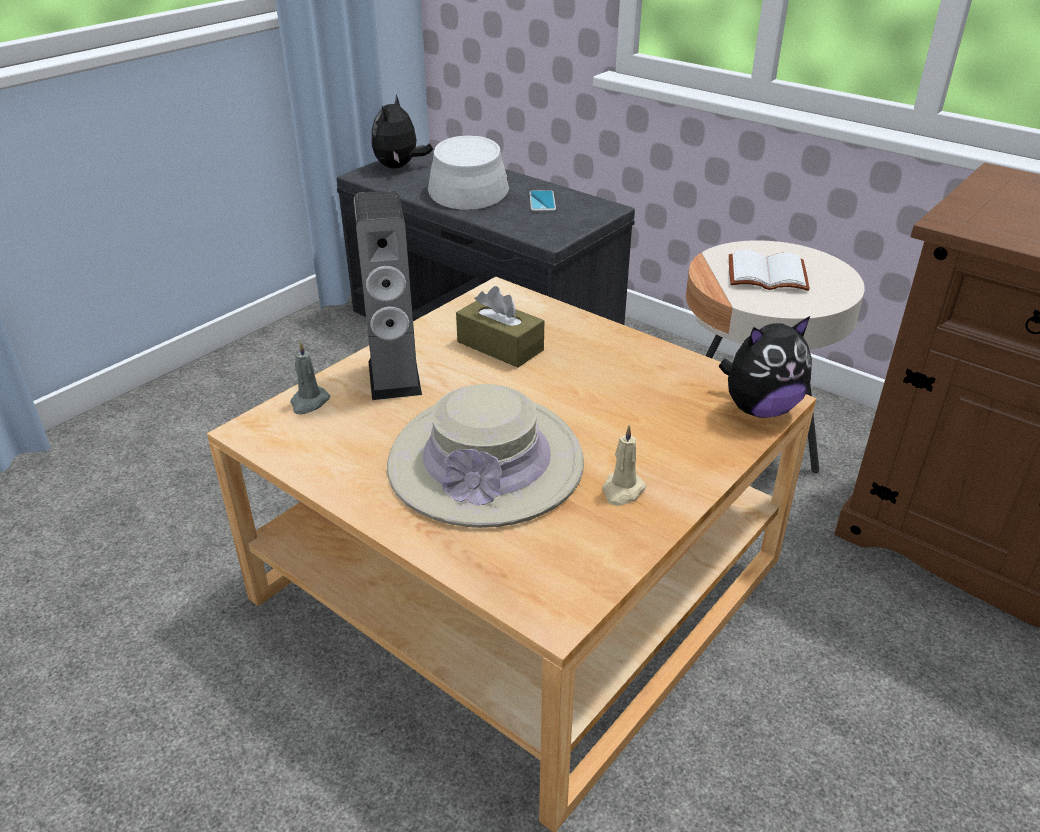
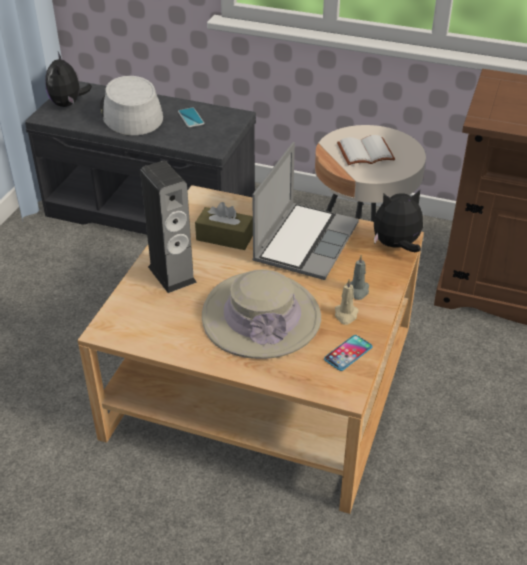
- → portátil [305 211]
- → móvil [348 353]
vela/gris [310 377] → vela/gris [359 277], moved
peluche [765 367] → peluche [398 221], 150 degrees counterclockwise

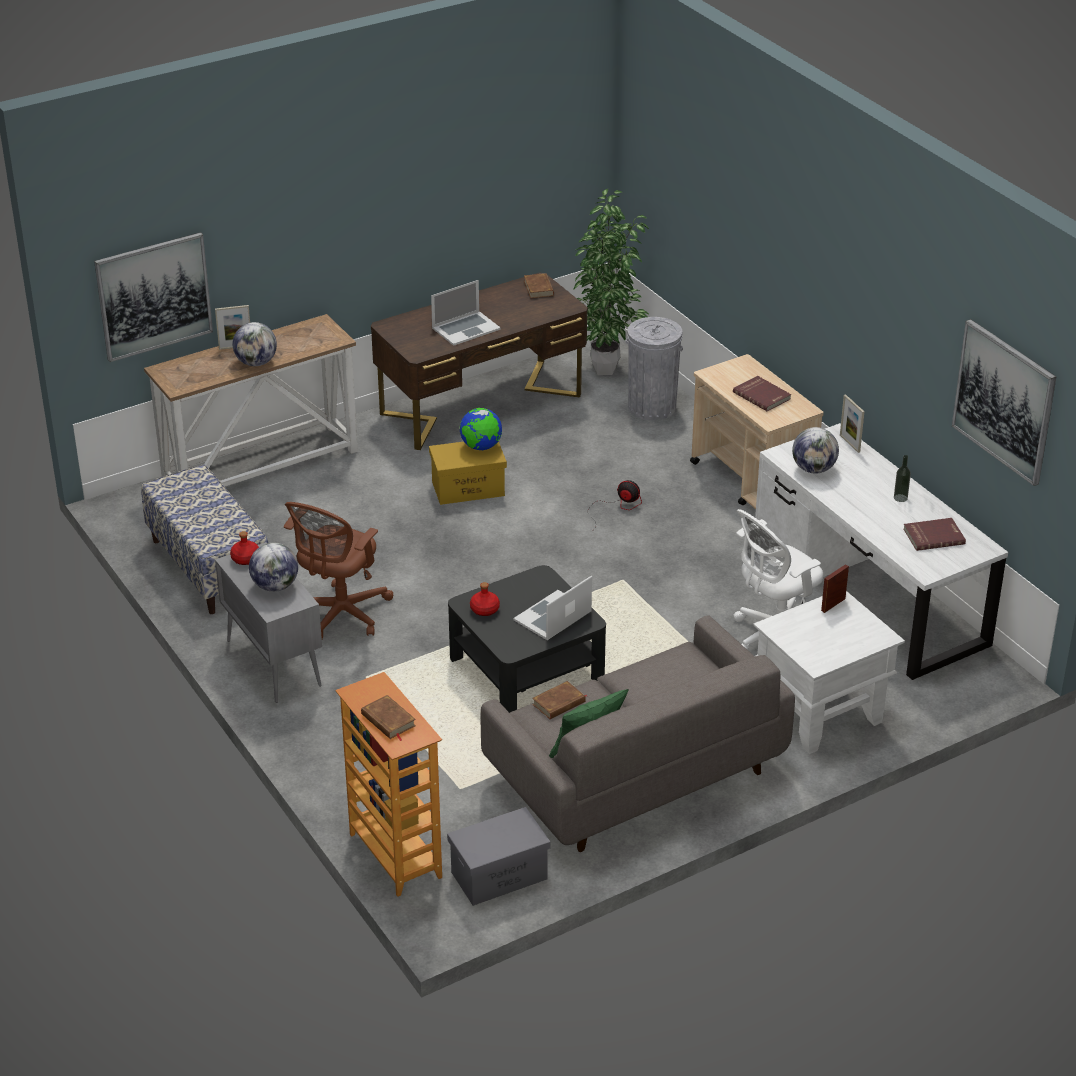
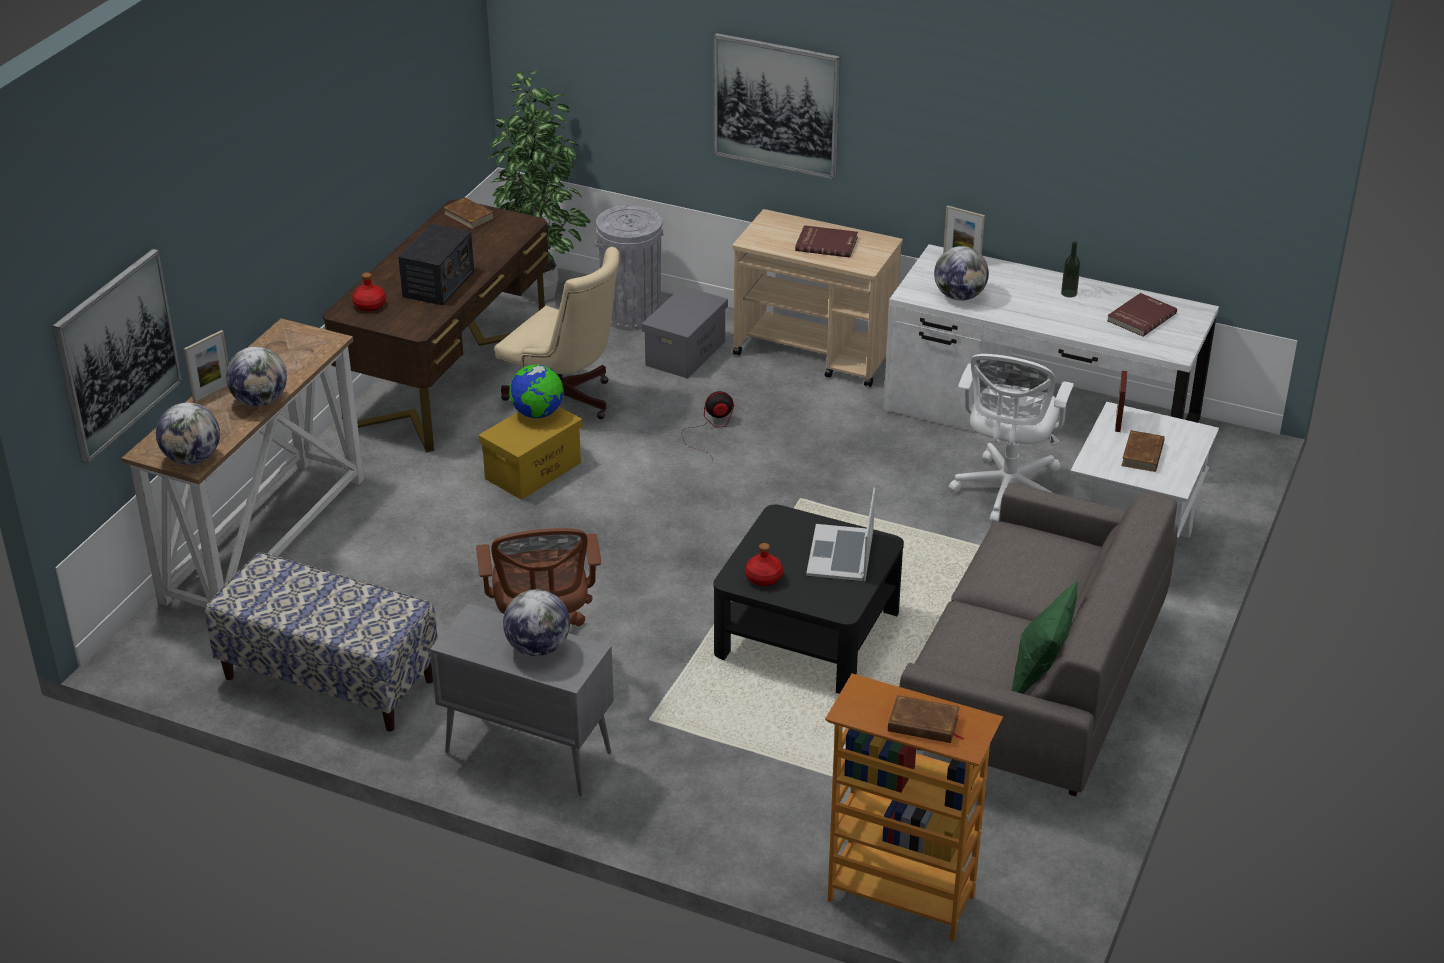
- → globo terráqueo [188 434]
- → silla de oficina/beis [557 333]
botella/rojo [244 548] → botella/rojo [369 291], moved
caja de almacenaje/gris [498 856] → caja de almacenaje/gris [685 332], moved
libro/marrón [559 700] → libro/marrón [1143 451], moved
cuadro [1004 402] → cuadro [777 106], moved
portátil [466 313] → radio [436 264]

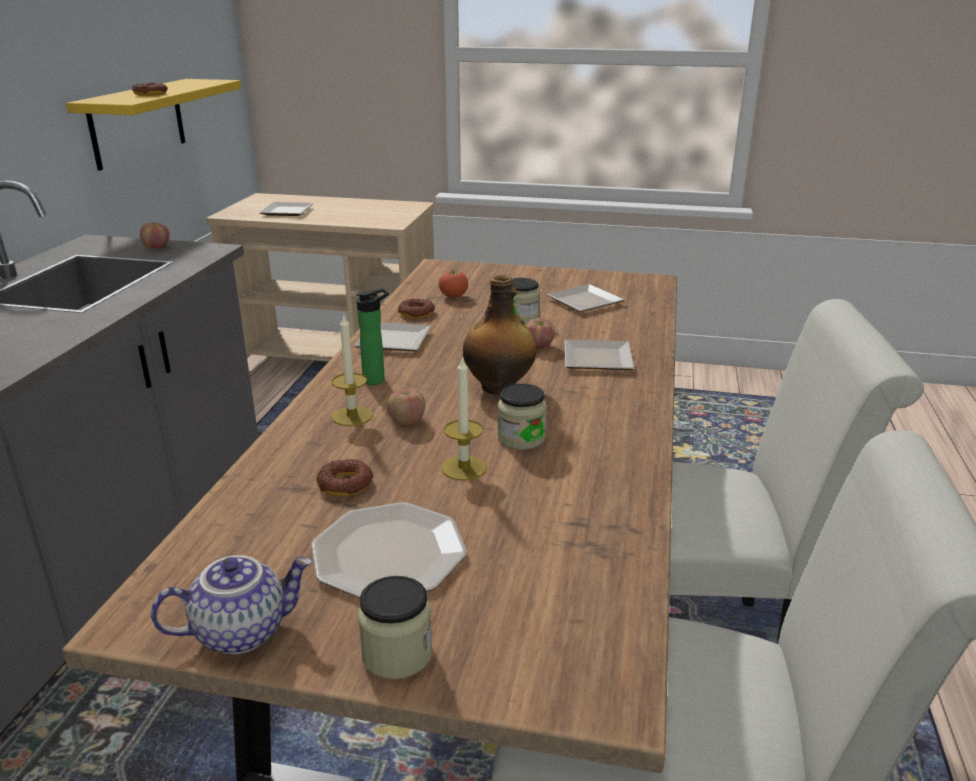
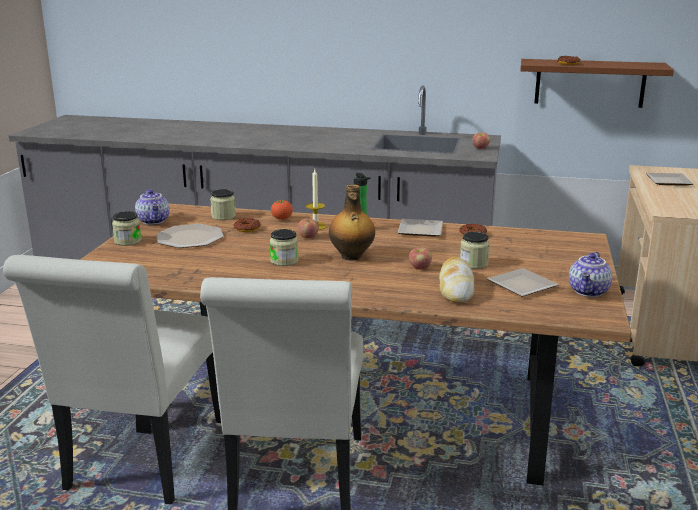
vela [464 418] → -
plato [599 355] → -
- → tarro [223 204]
- → pan [456 280]
- → tetera [590 274]
tomate [453 283] → tomate [282 209], moved
estante/amarillo [153 125] → estante/marrón [597 83]

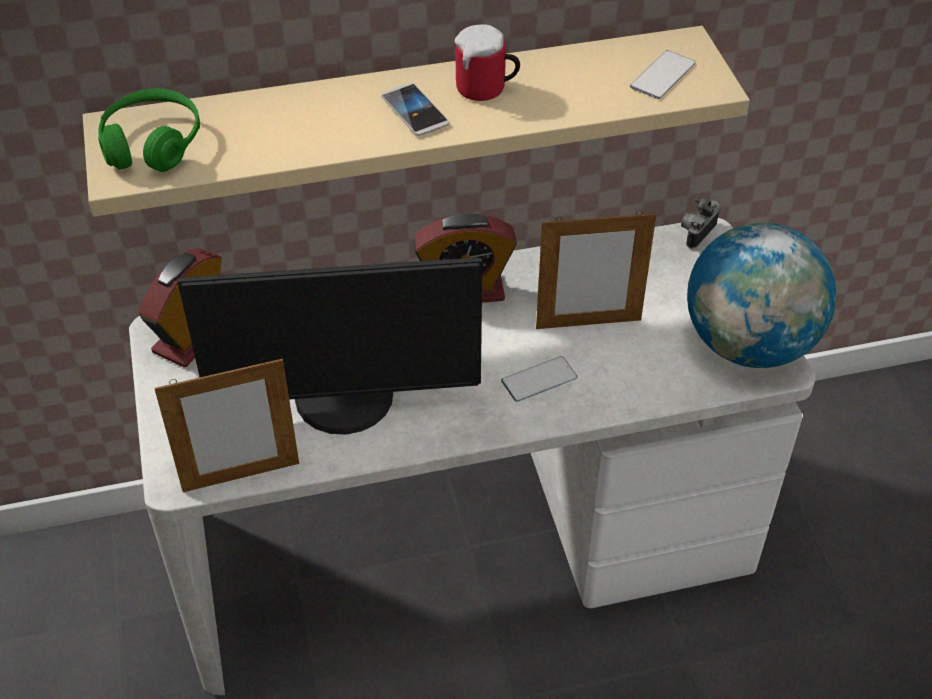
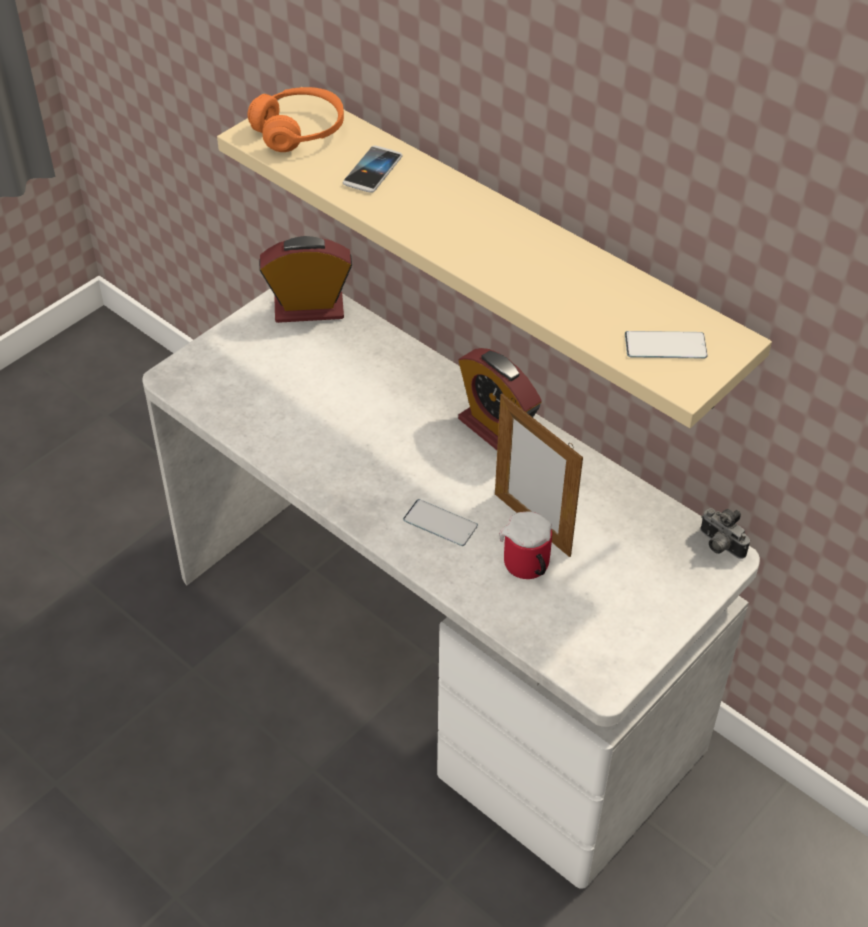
portarretratos [226 425] → -
monitor [330 346] → -
globo terráqueo [761 295] → -
móvil [415 109] → móvil [372 169], moved
taza grande [487 63] → taza grande [525 545], moved
auriculares/verde [149 130] → auriculares/naranja [296 119]
cámara [700 223] → cámara [725 533], 135 degrees counterclockwise

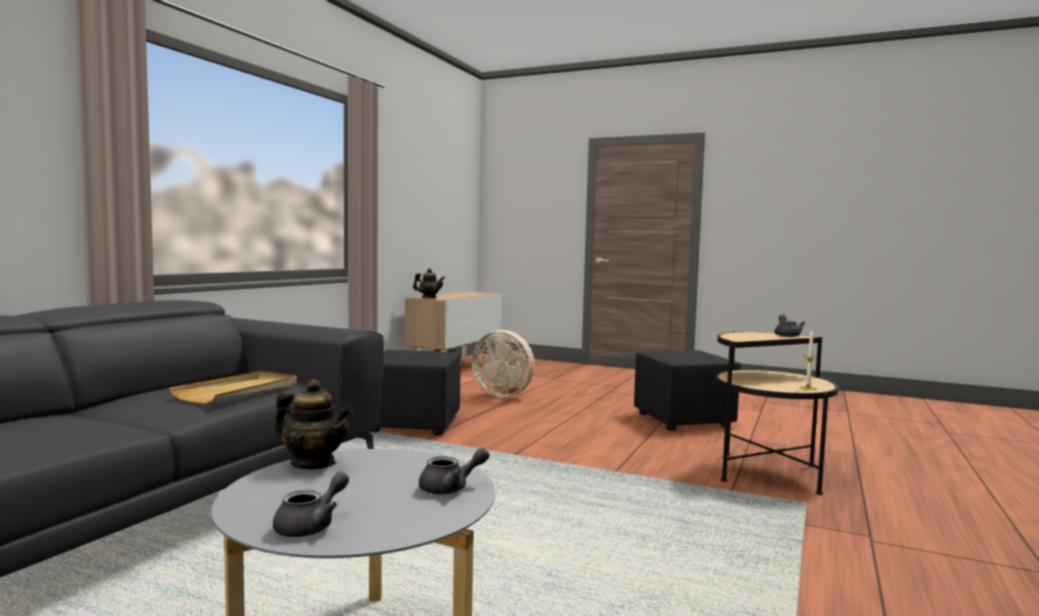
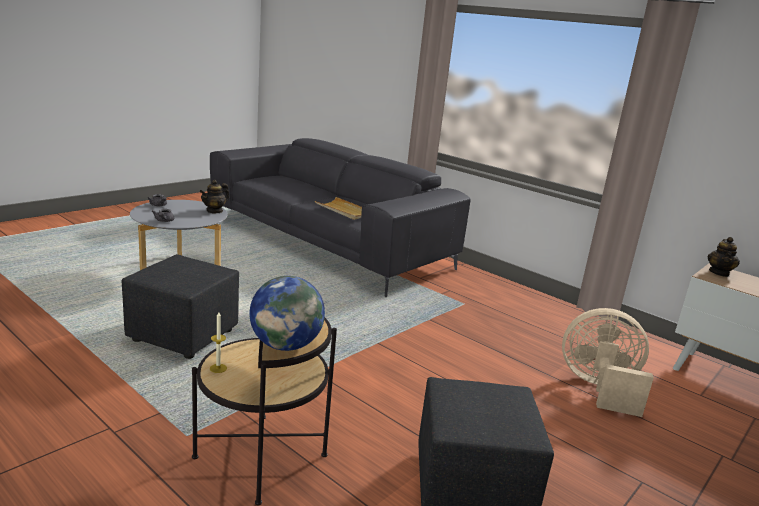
puf/negro [416 392] → puf/negro [180 306], moved
tetera/gris [789 326] → globo terráqueo [287 313]
ventilador/beis [503 363] → ventilador/beis [608 362], 60 degrees clockwise

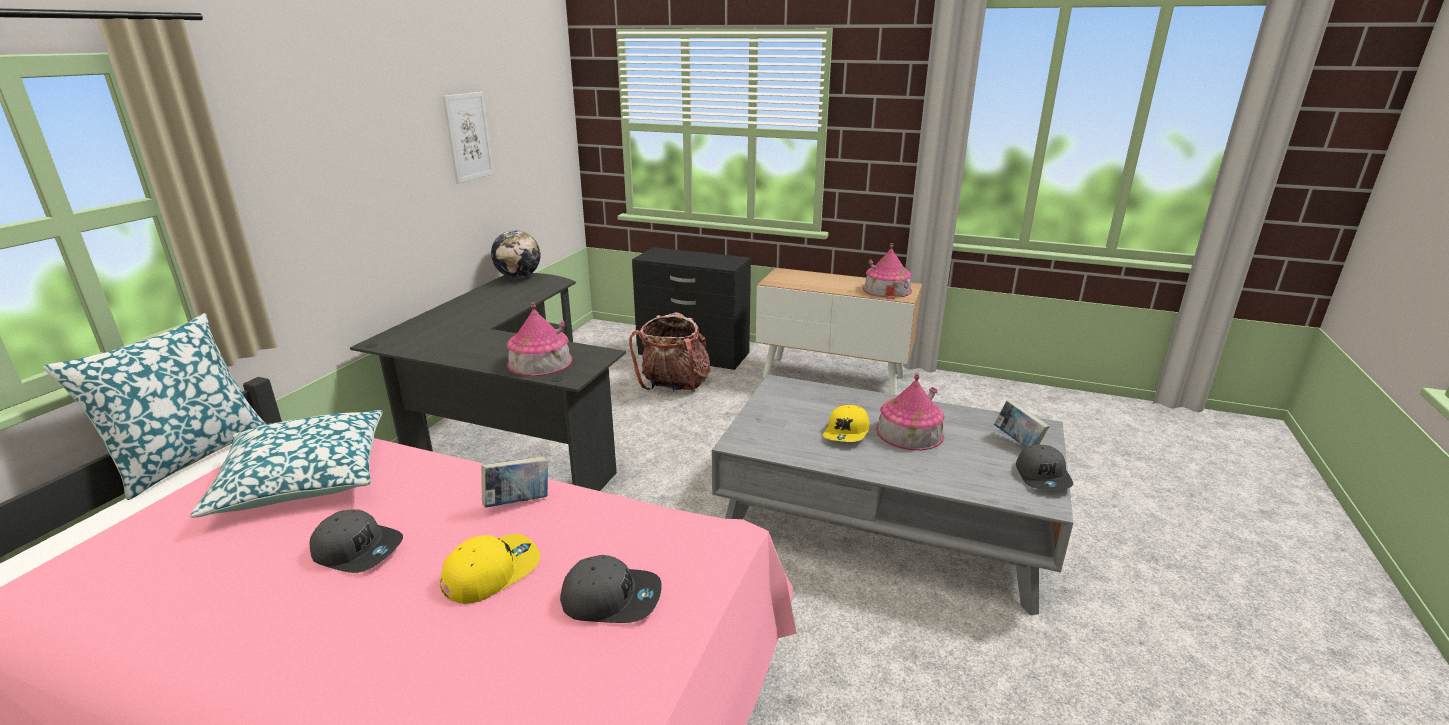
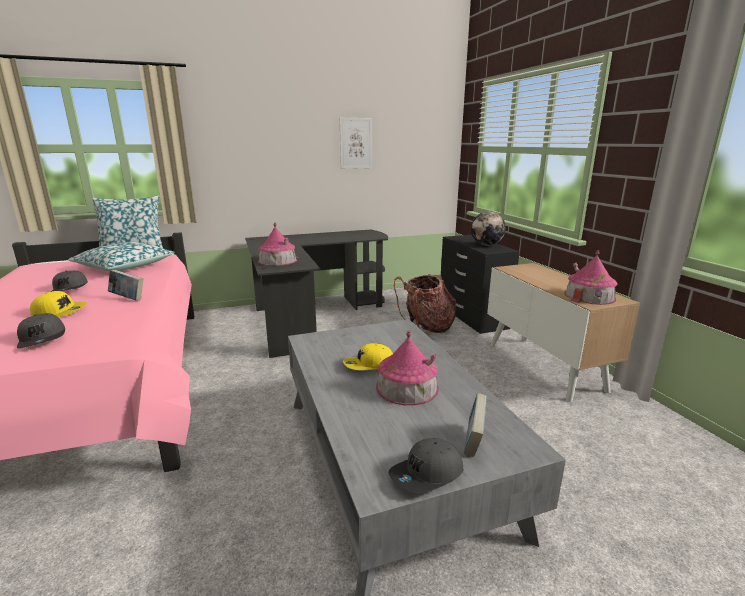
globo terráqueo [515 254] → globo terráqueo [488 228], moved

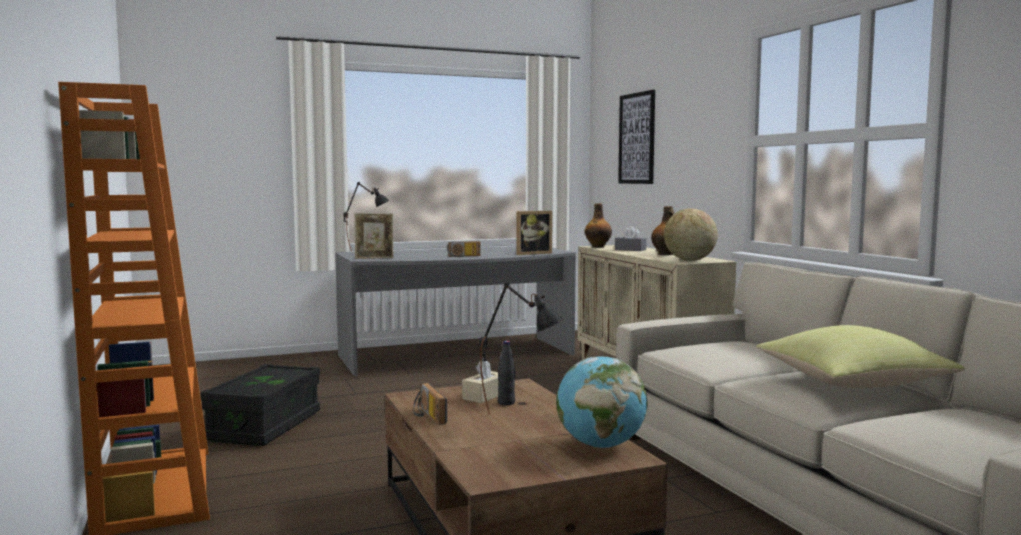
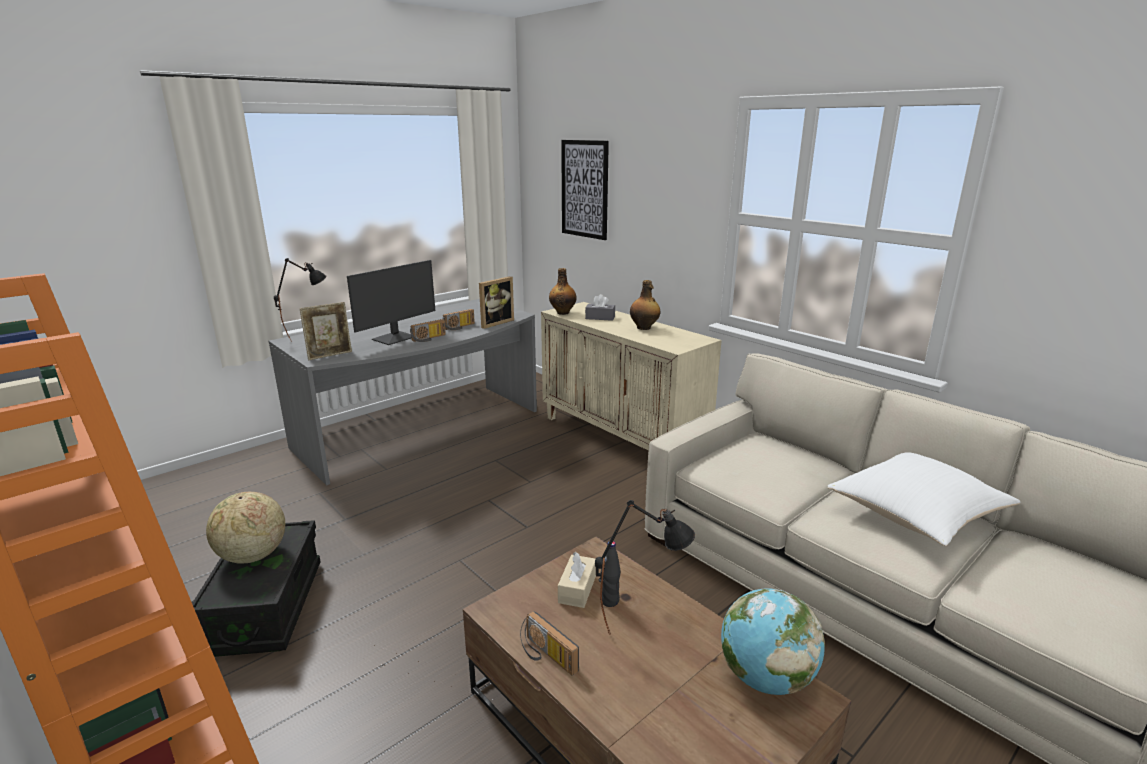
- → monitor [391 302]
- → radio [458 319]
globo terráqueo [691 234] → globo terráqueo [245 528], moved
cojín/amarillo [860 356] → cojín/blanco [923 499]

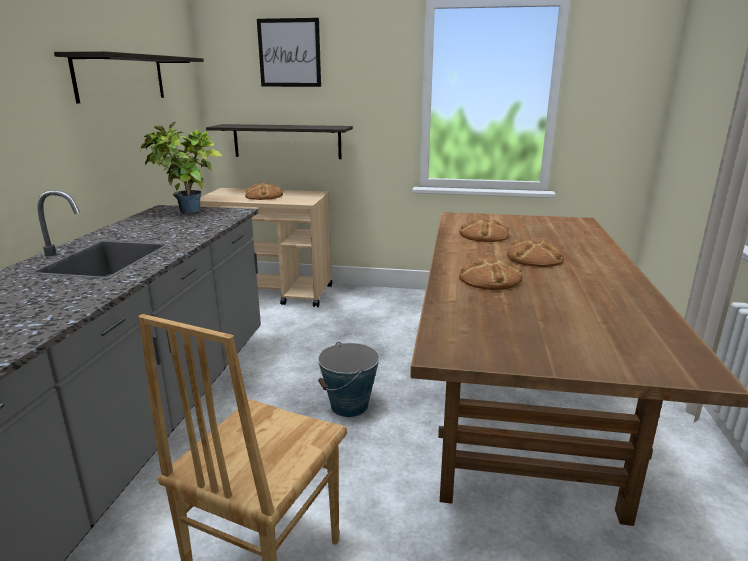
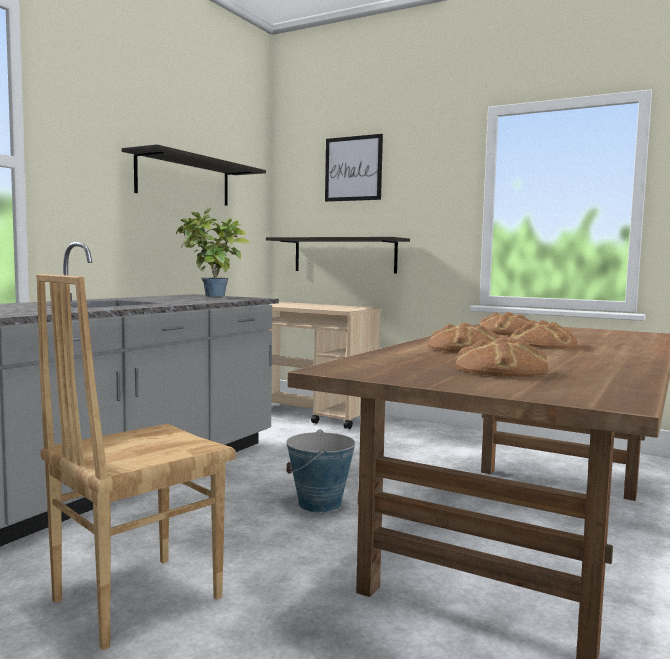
pan [264 191] → pan [501 357], moved

